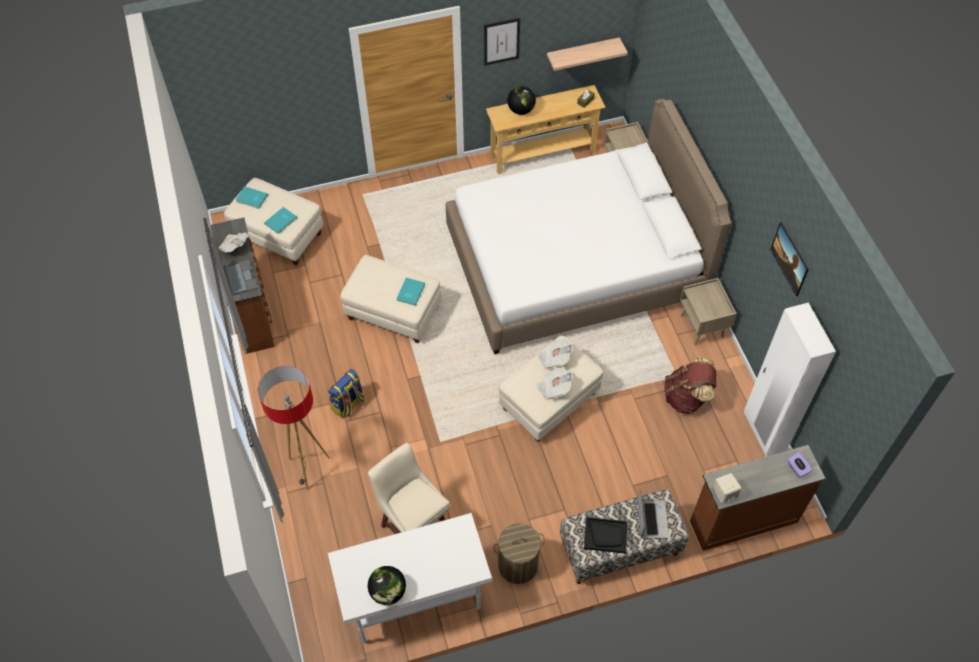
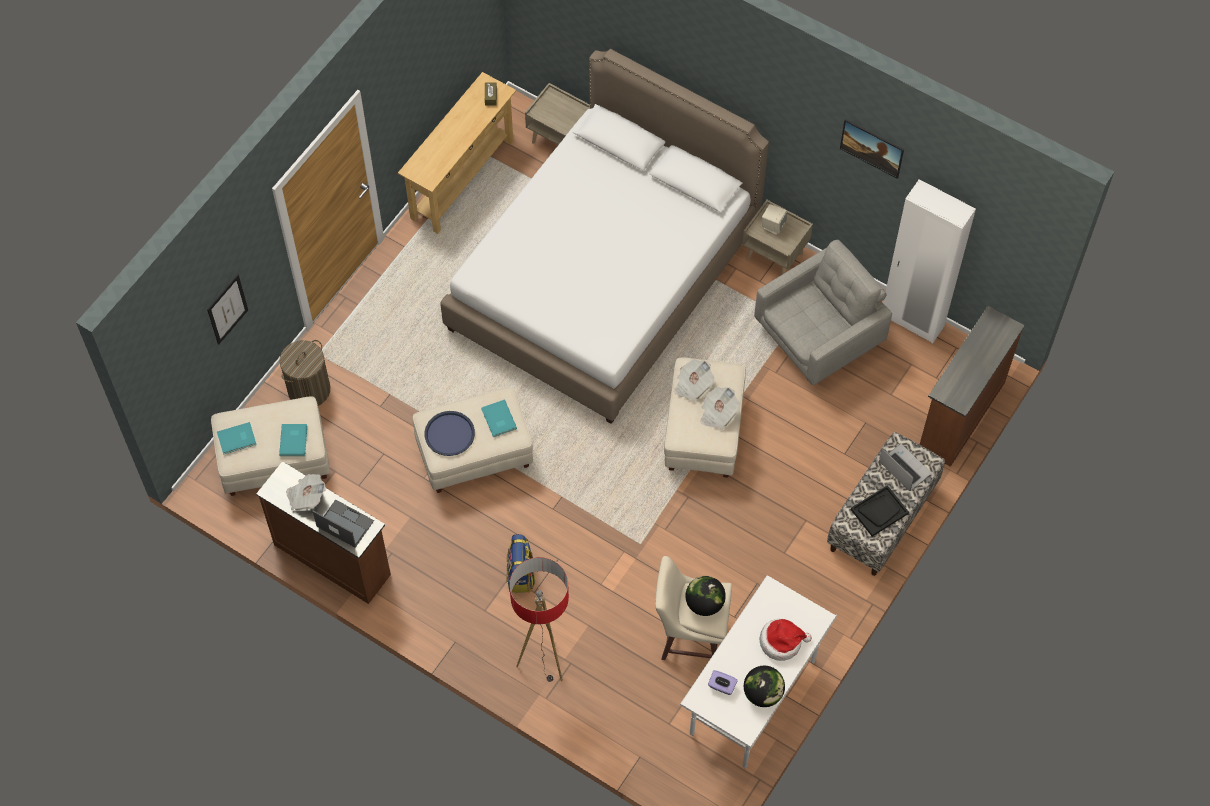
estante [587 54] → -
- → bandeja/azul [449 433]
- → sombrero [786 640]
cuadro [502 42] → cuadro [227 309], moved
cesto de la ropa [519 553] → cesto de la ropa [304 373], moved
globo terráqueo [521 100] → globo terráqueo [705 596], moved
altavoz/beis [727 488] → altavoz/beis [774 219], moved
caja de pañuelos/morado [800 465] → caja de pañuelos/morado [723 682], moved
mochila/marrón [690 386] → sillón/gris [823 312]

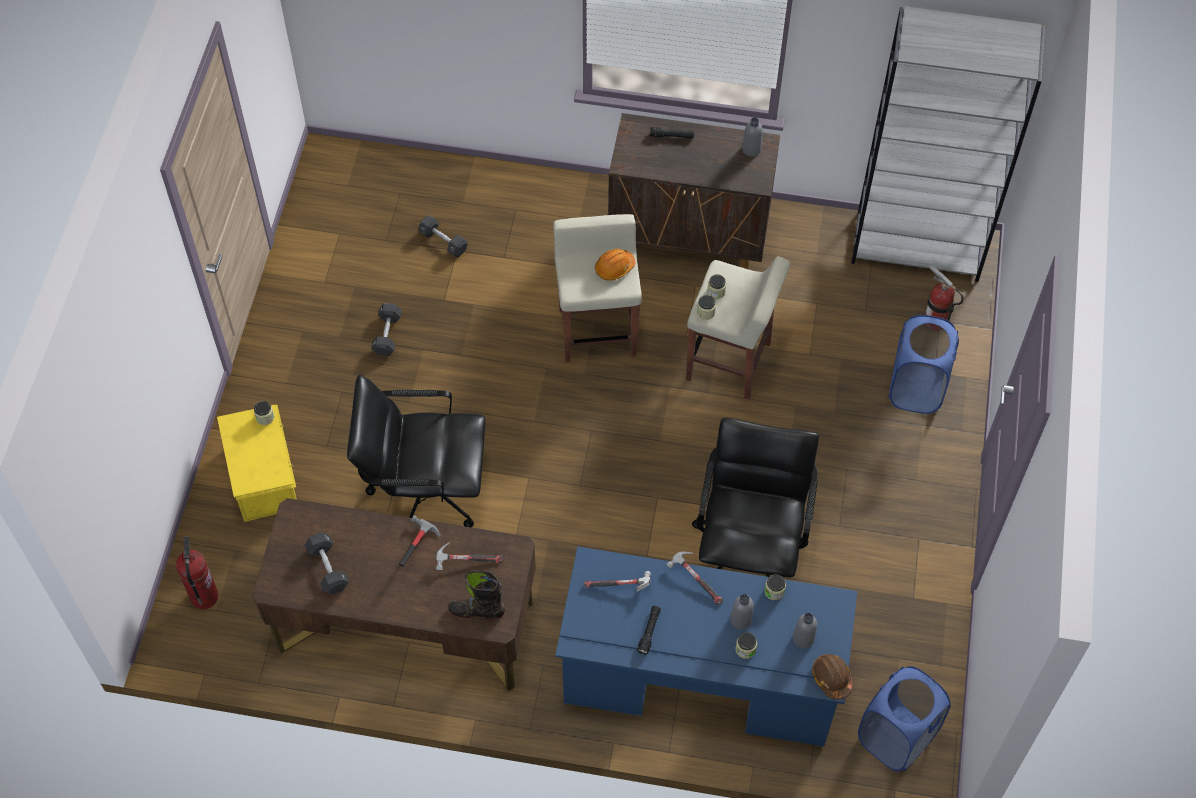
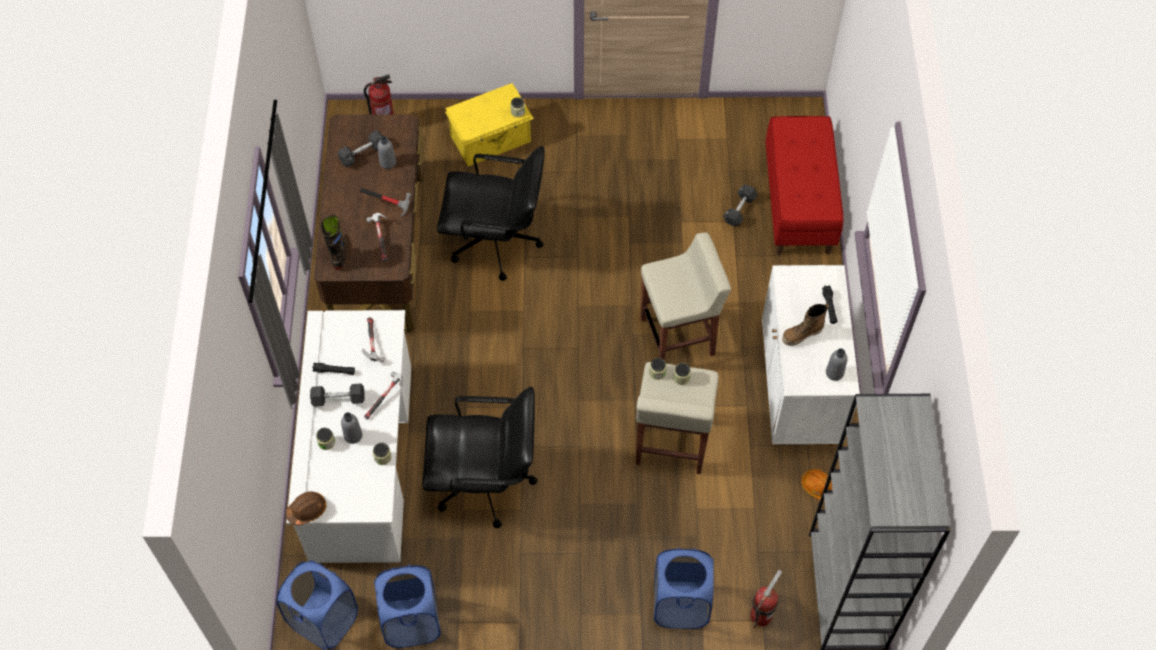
- → cesto de la ropa/azul [407 606]
- → banco/rojo [804 185]
- → bota [805 324]
mancuerna/negro [386 329] → mancuerna/negro [337 395], moved
casco/naranja [615 264] → casco/naranja [816 484], moved
botella/gris [805 630] → botella/gris [387 152], moved
escritorio/azul [706 647] → escritorio/blanco [348 436]
armario/marrón [694 191] → armario/blanco [811 355]
silla de oficina/negro [416 451] → silla de oficina/negro [491 213], 105 degrees clockwise

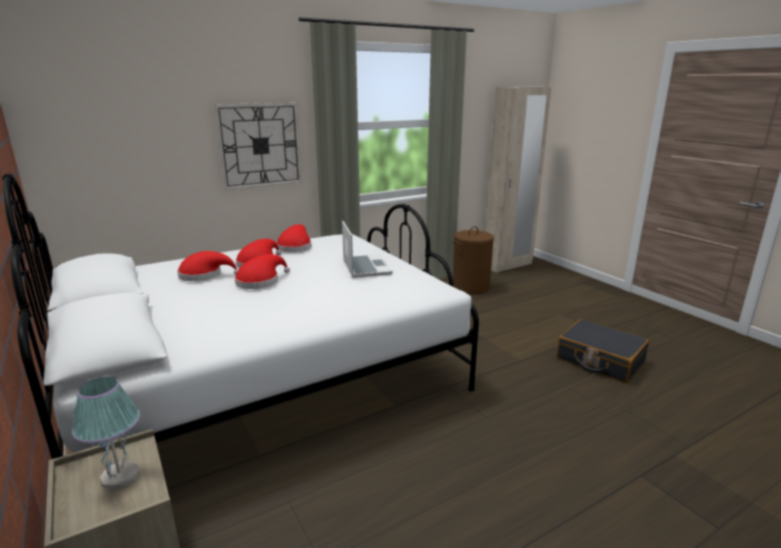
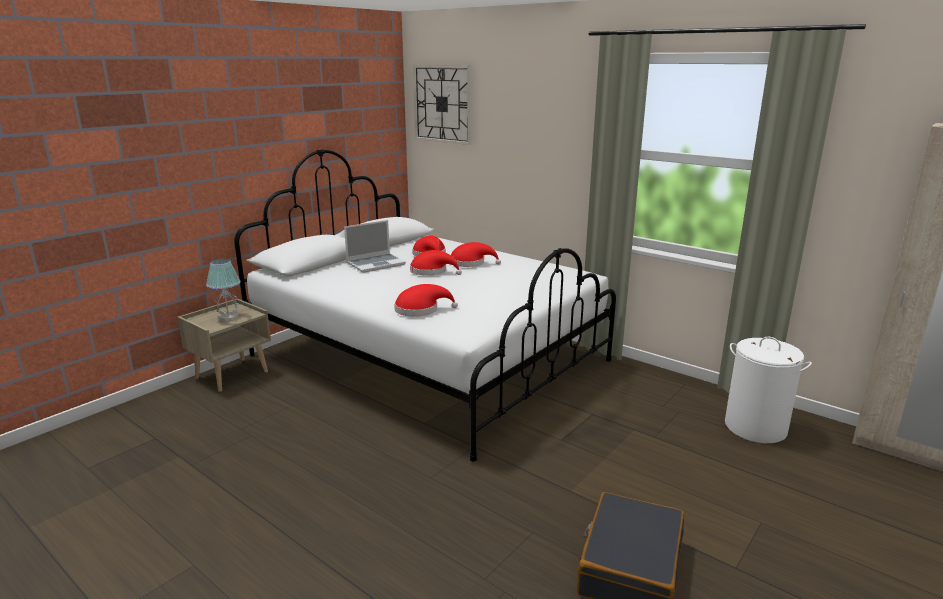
reloj de pared [258 146] → reloj de pared [442 105], moved
sombrero/rojo [294 238] → sombrero/rojo [426 300], moved
portátil [367 249] → portátil [375 246], moved
cesto de la ropa/marrón [473 261] → cesto de la ropa/blanco [768 389]

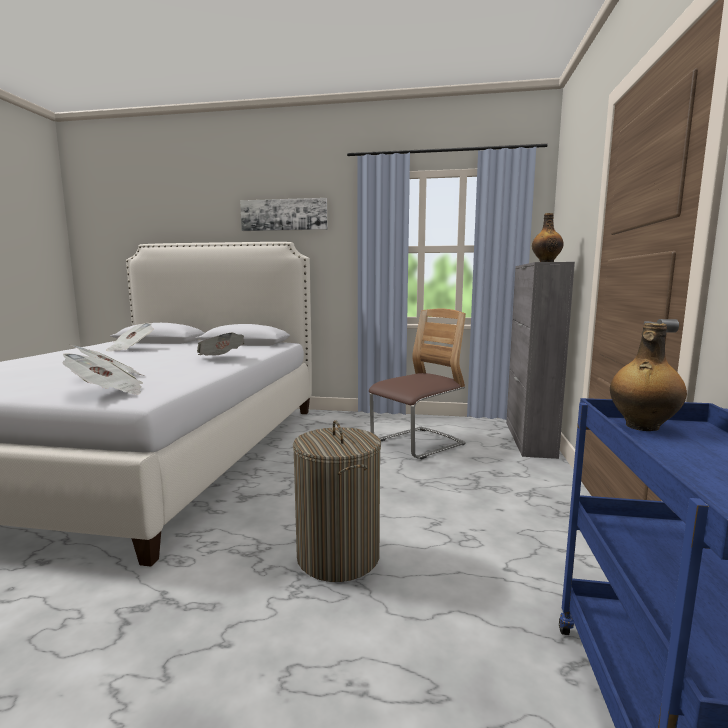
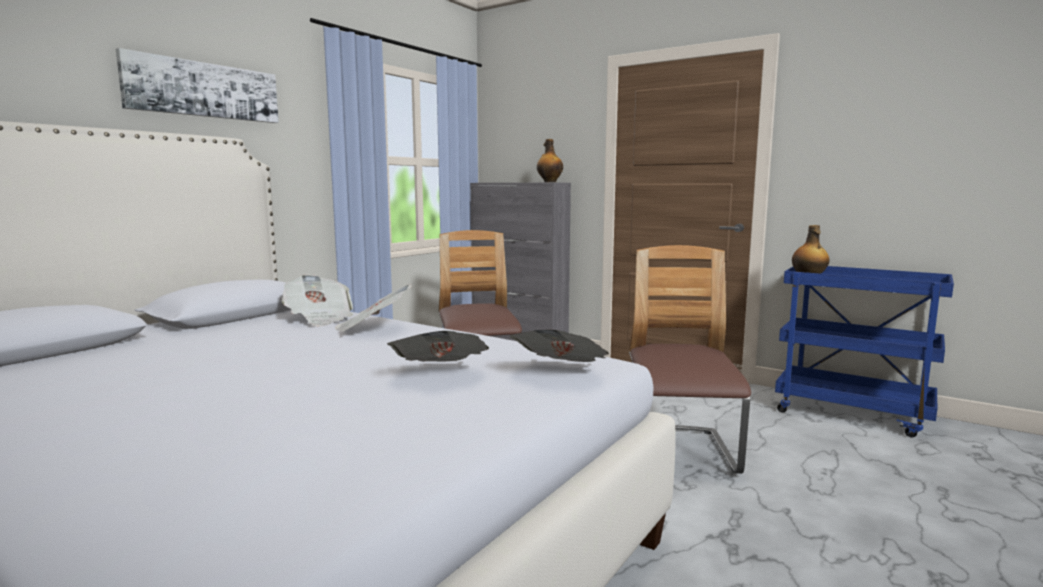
periódico [130 337] → periódico [317 300], moved
cesto de la ropa [337 501] → silla [690 359]

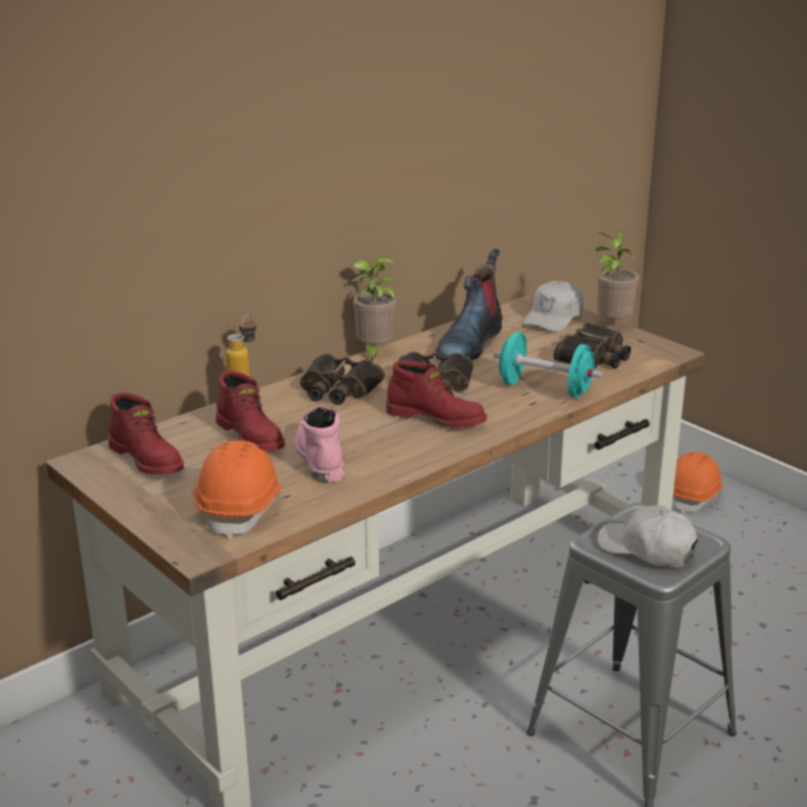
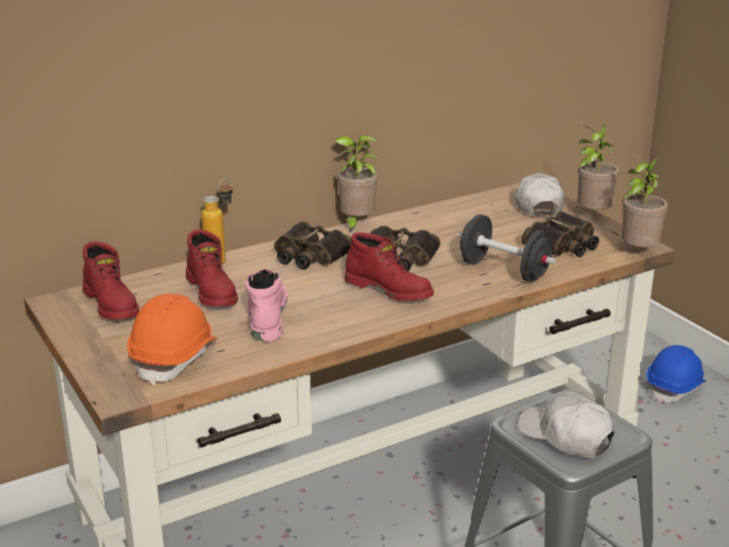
bota [469 304] → -
- → planta en maceta [645 201]
mancuerna/turquesa [548 365] → mancuerna/negro [507 248]
casco/naranja [698 483] → casco/azul [676 374]
gorra/blanco [553 306] → gorra/blanco [539 194], 135 degrees clockwise

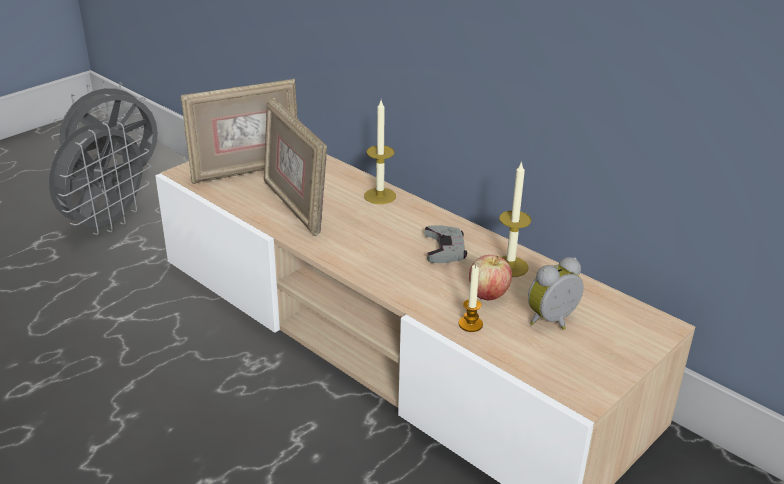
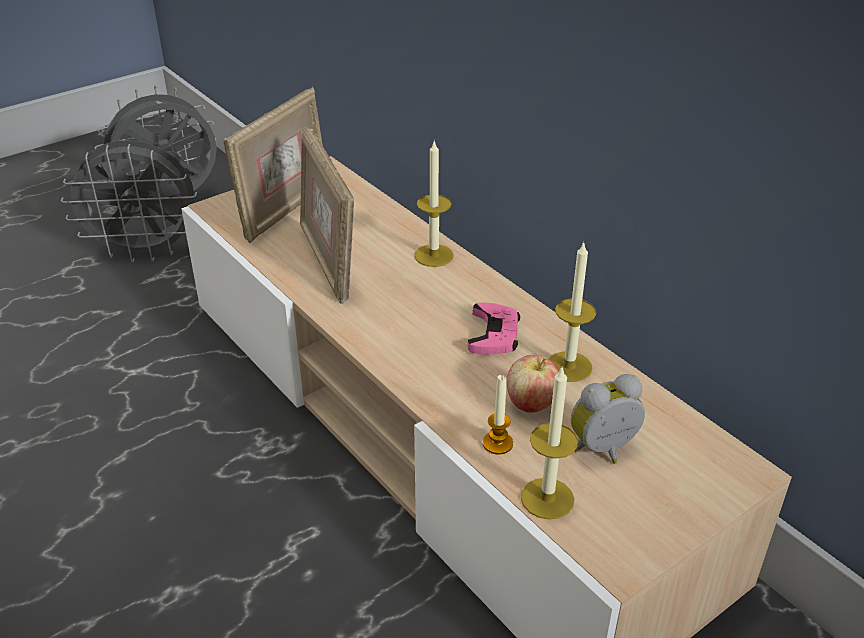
- → vela [549 443]
mando de consola/gris [445 244] → mando de consola/rosa [494 329]
ventilador/gris [100 178] → ventilador/gris [129 201], 45 degrees clockwise
portarretratos [239 131] → portarretratos [273 164], 45 degrees counterclockwise

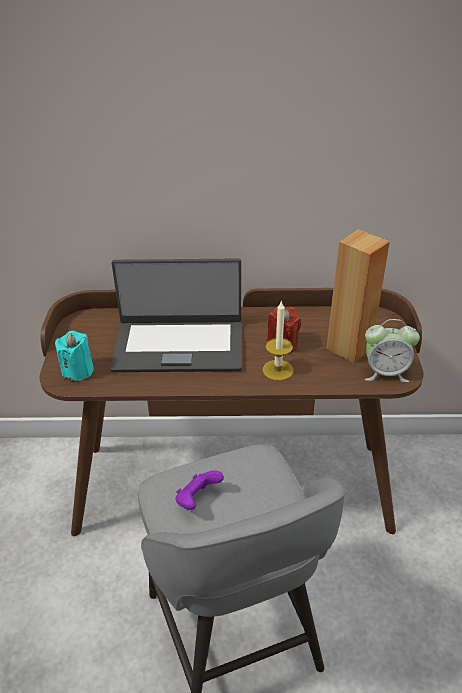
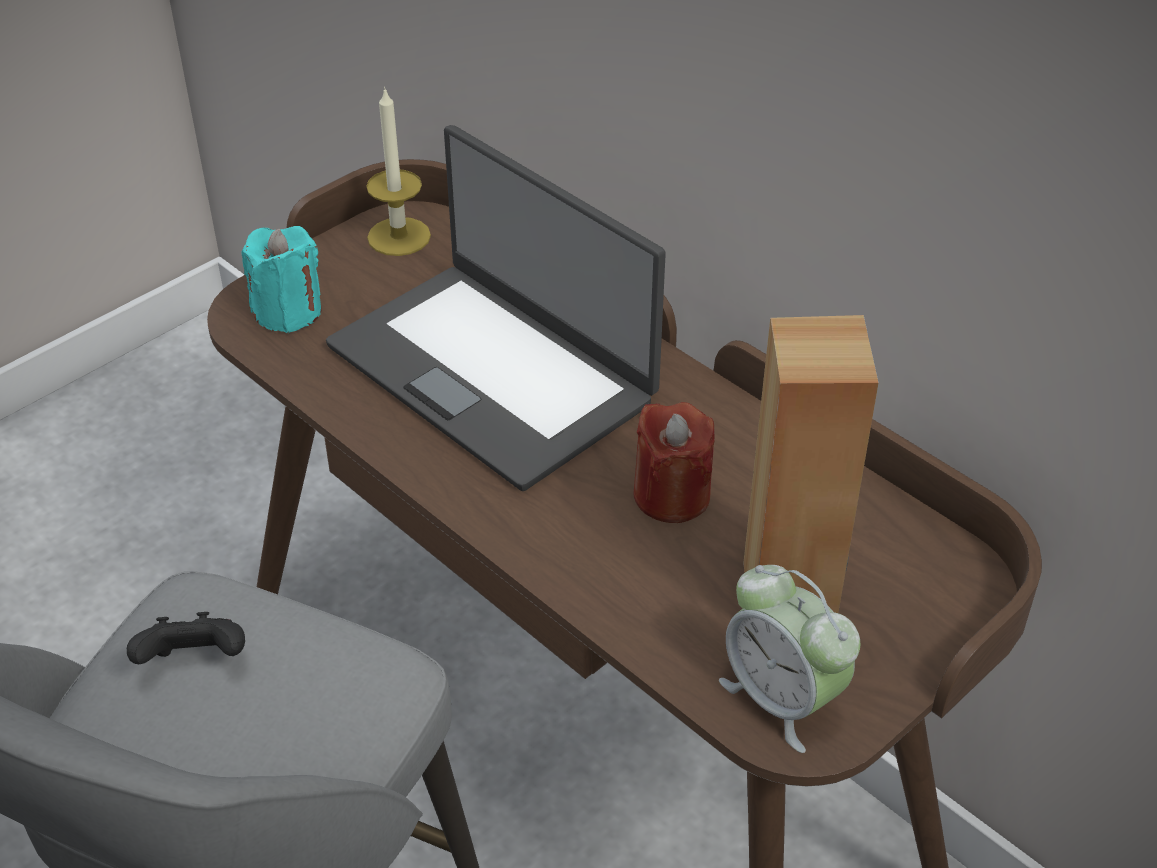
vela [278 340] → vela [398 171], moved
mando de consola/morado [199 490] → mando de consola/negro [186 638]

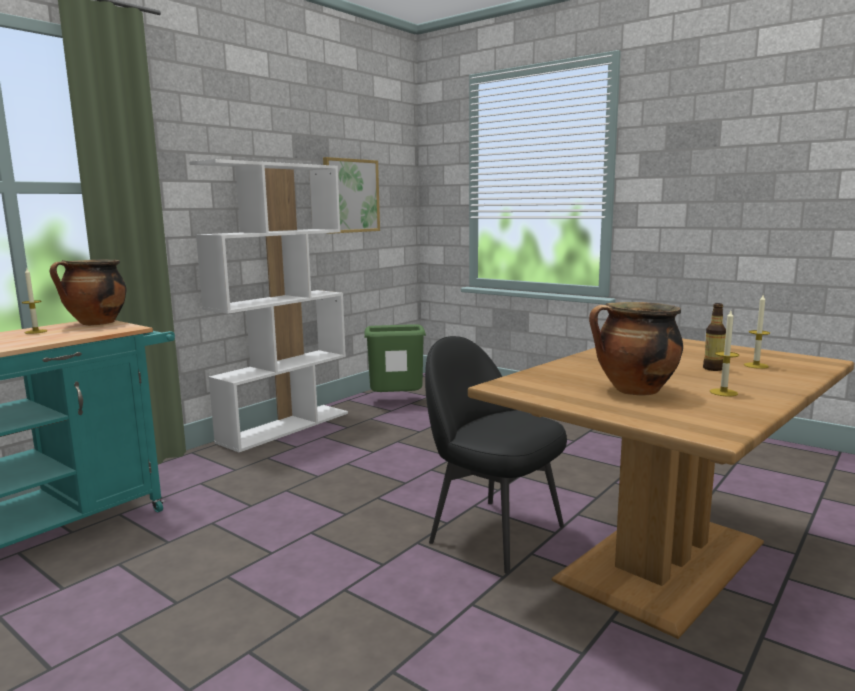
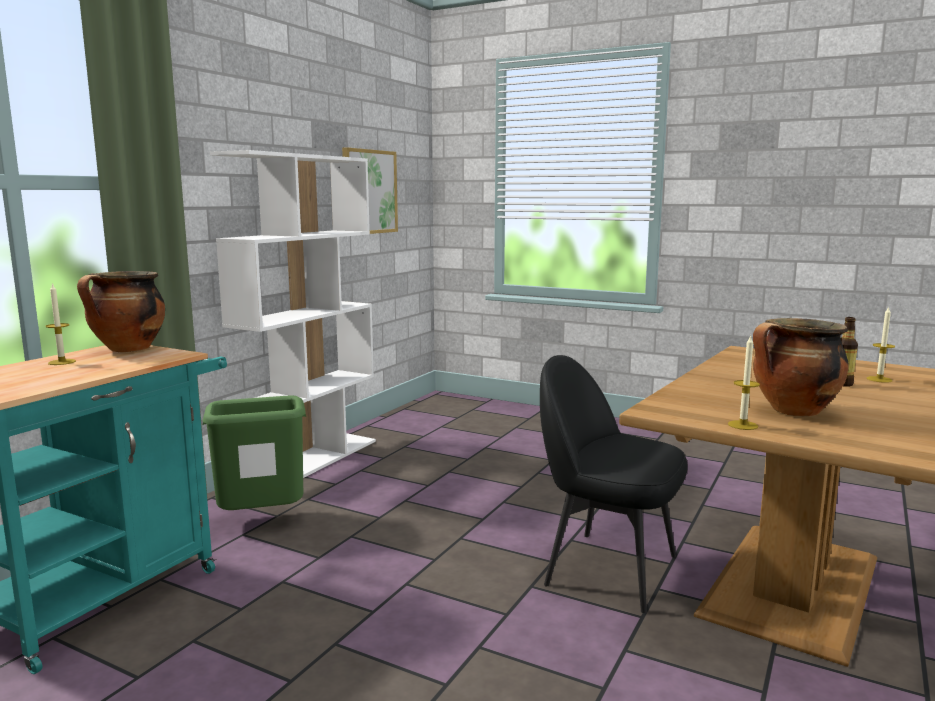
papelera/verde [395 358] → papelera/verde [254 452], moved
vela [724 353] → vela [744 382], moved

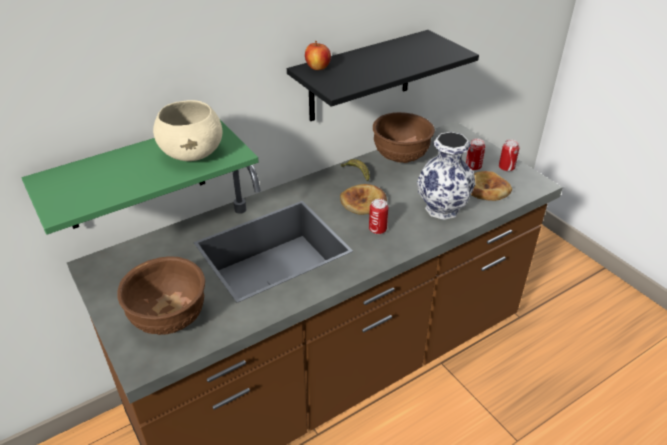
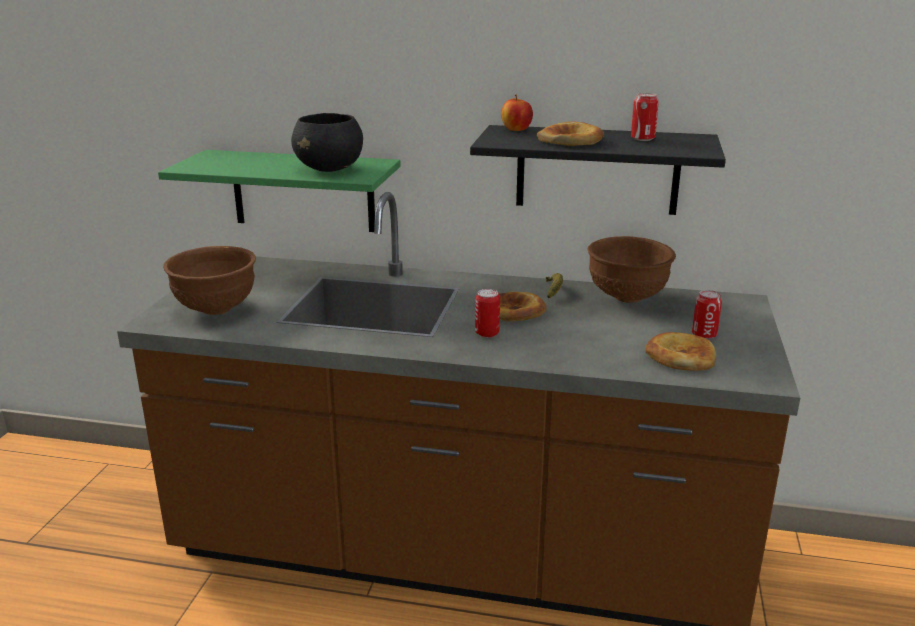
florero [446 176] → -
- → pan [570 134]
lata [509 155] → lata [645 117], moved
cuenco/beis [187 130] → cuenco/negro [327 142]

